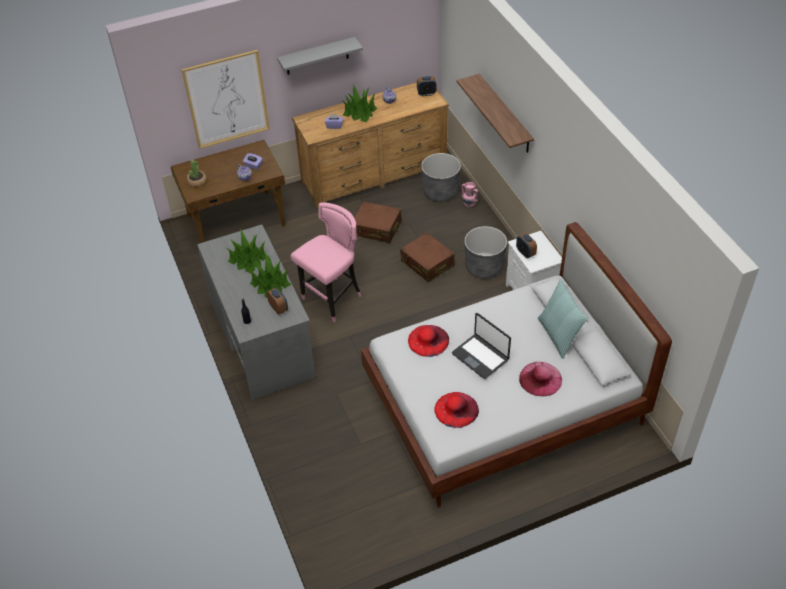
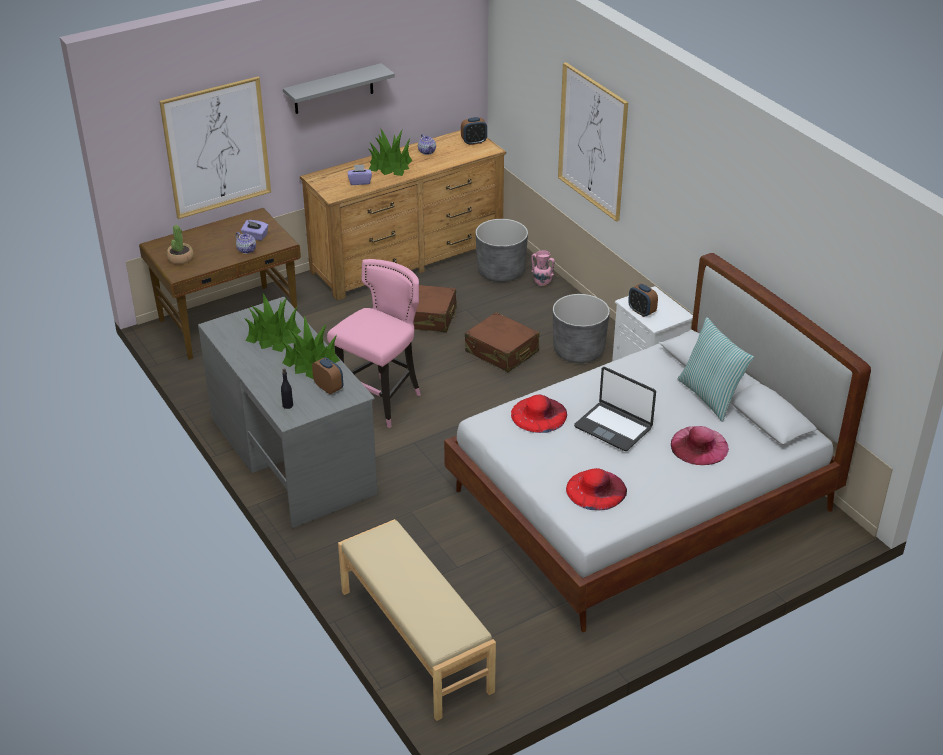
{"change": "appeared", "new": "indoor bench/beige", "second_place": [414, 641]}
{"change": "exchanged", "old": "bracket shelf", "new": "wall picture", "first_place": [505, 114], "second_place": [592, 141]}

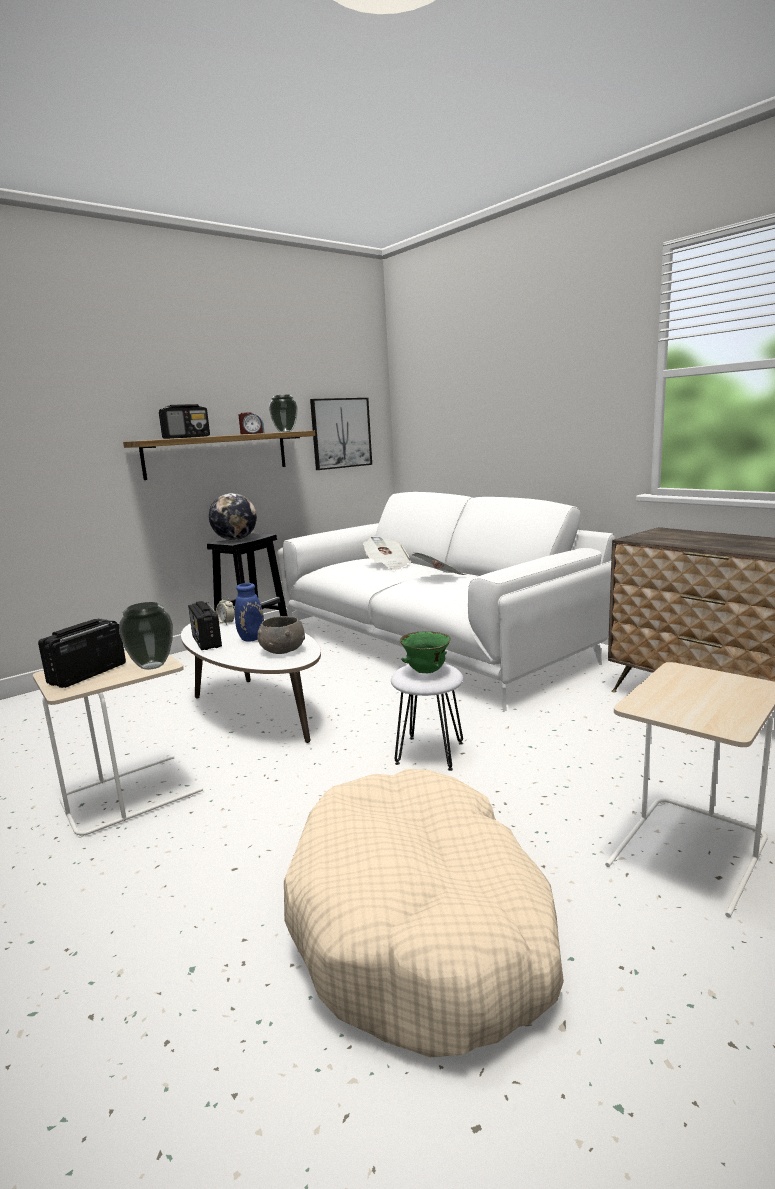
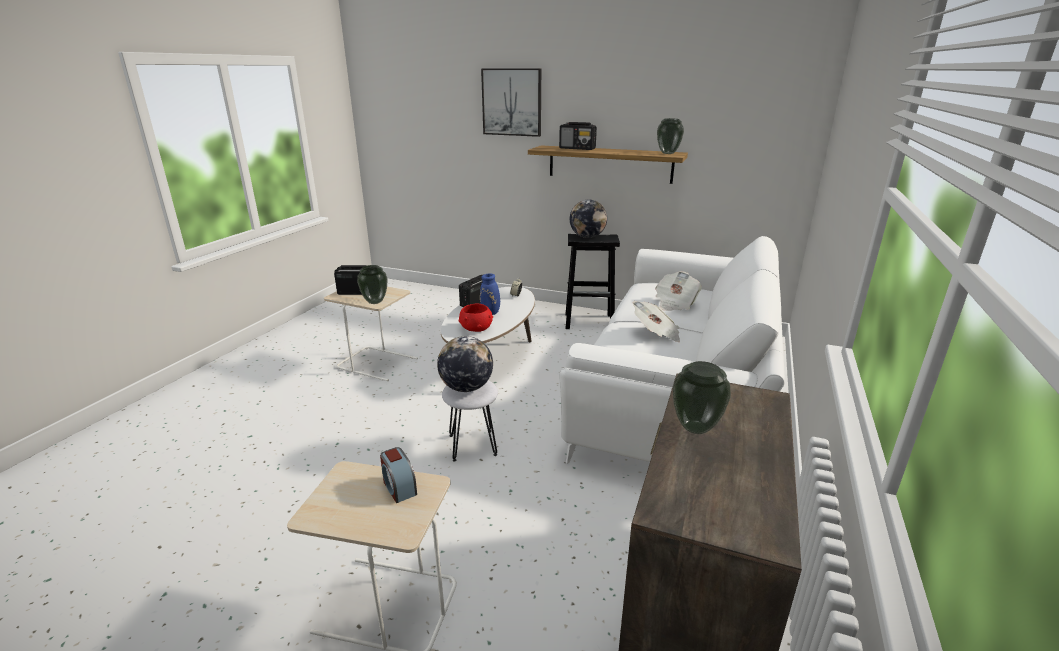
{"change": "relocated", "old": "table clock", "first_place": [252, 433], "second_place": [399, 487]}
{"change": "exchanged", "old": "bowl/green", "new": "globe", "first_place": [426, 672], "second_place": [466, 388]}
{"change": "colour", "old": "bowl/gray", "new": "bowl/red-coloured", "first_place": [282, 650], "second_place": [476, 328]}
{"change": "relocated", "old": "wall picture", "first_place": [341, 433], "second_place": [512, 102]}
{"change": "appeared", "new": "flower vase", "second_place": [696, 428]}
{"change": "missing", "old": "dog cushion/beige", "first_place": [422, 926]}

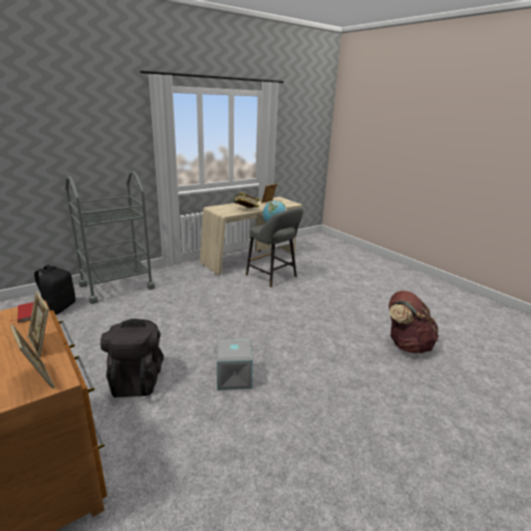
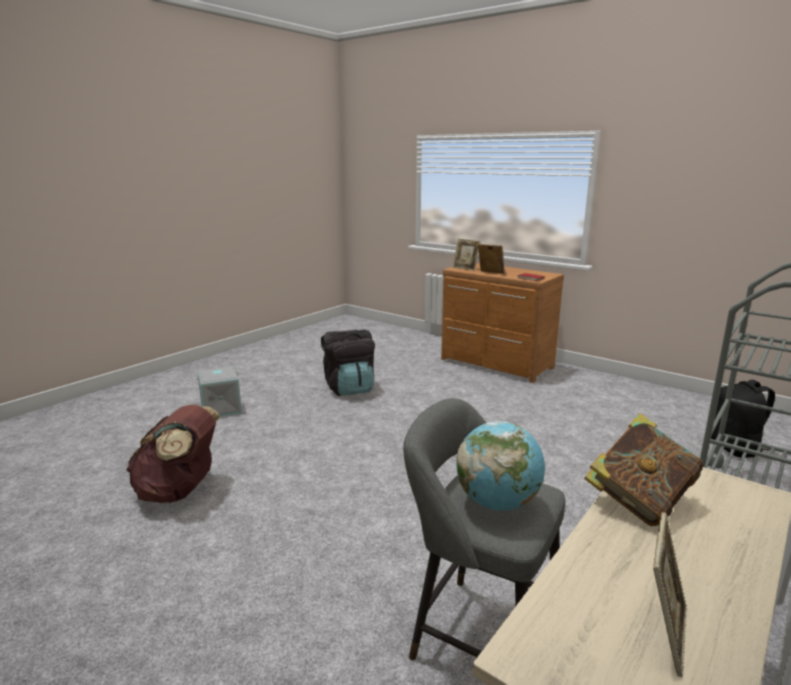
{"change": "relocated", "old": "storage box/gray", "first_place": [233, 378], "second_place": [221, 408]}
{"change": "relocated", "old": "rucksack/black-coloured", "first_place": [137, 380], "second_place": [349, 388]}

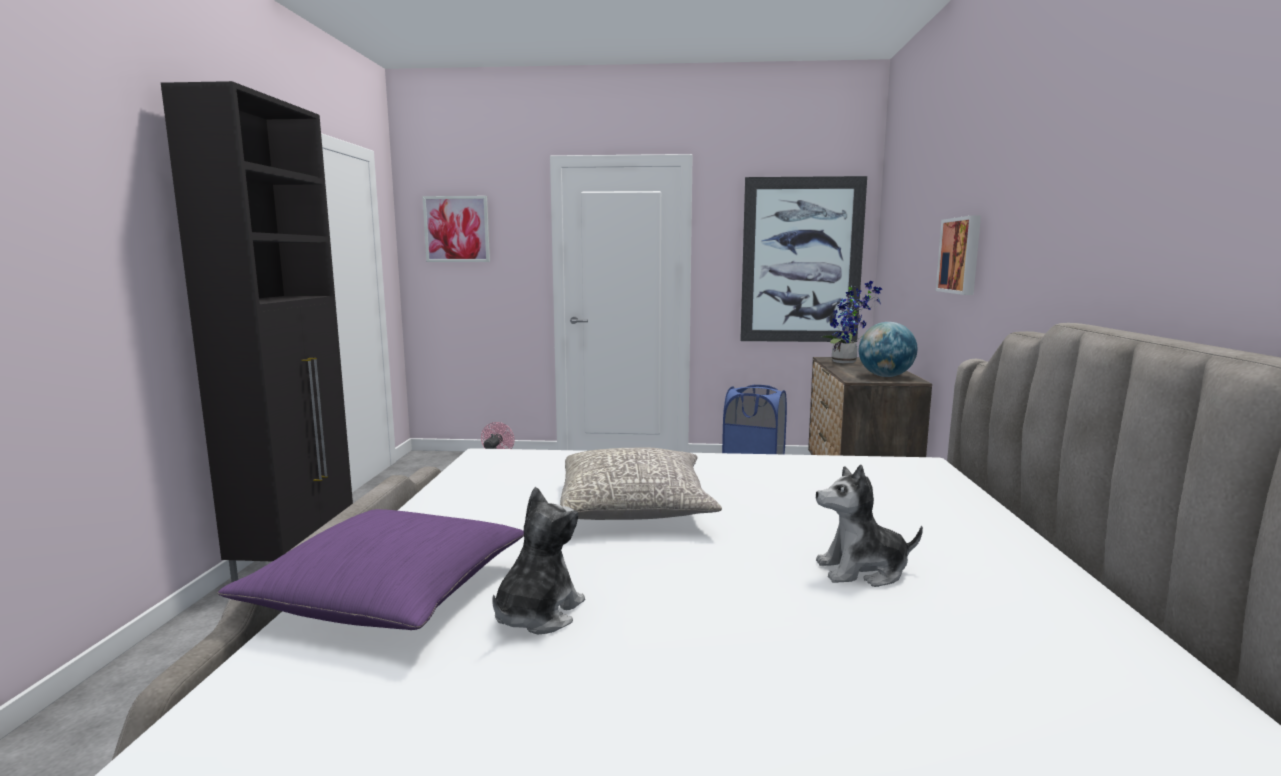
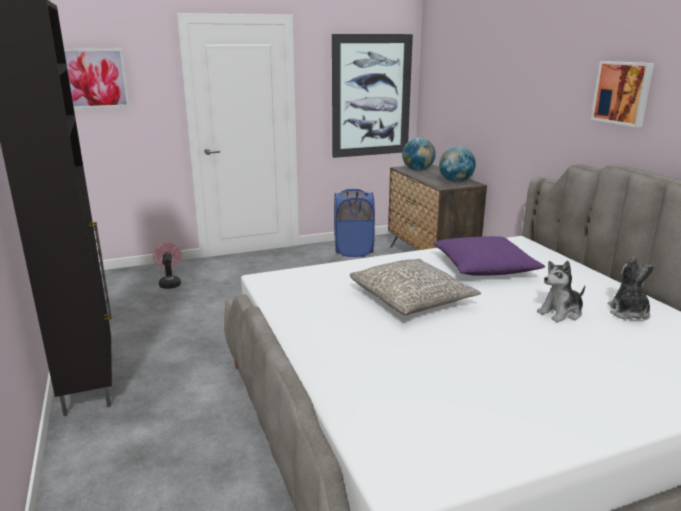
{"change": "exchanged", "old": "potted plant", "new": "globe", "first_place": [847, 362], "second_place": [418, 170]}
{"change": "relocated", "old": "throw pillow/purplish", "first_place": [391, 593], "second_place": [484, 268]}
{"change": "relocated", "old": "wall picture", "first_place": [961, 255], "second_place": [623, 93]}
{"change": "relocated", "old": "plush toy", "first_place": [537, 614], "second_place": [628, 313]}

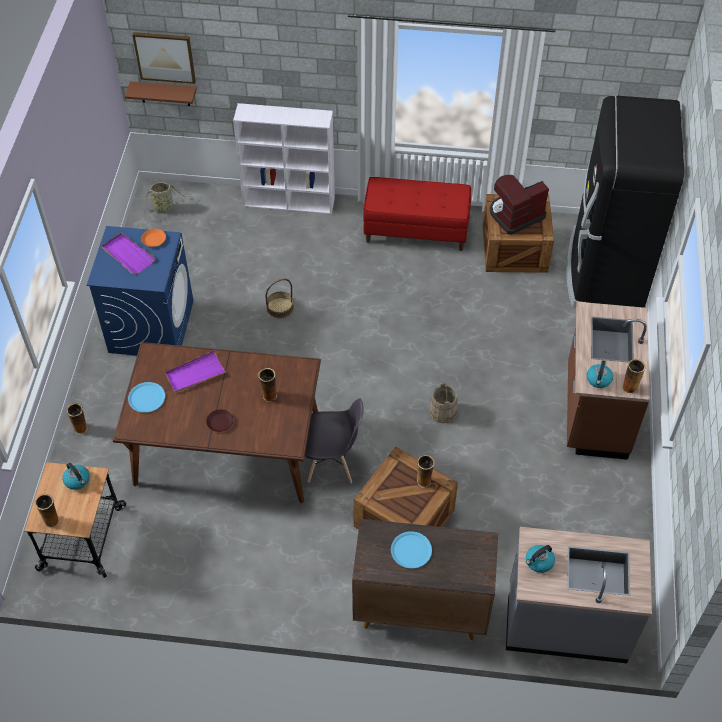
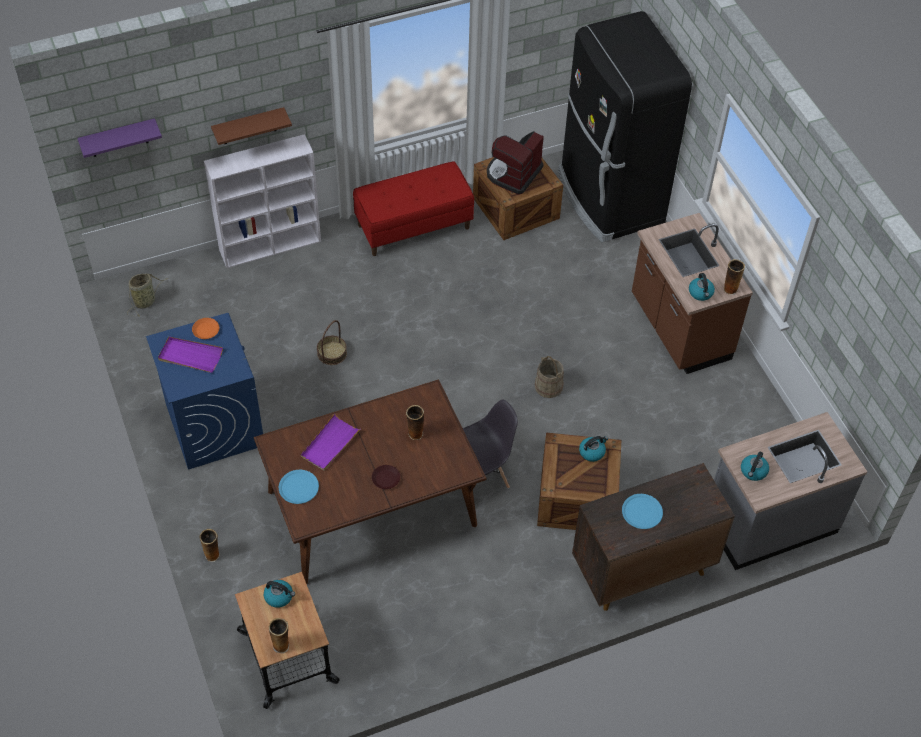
{"change": "exchanged", "old": "wall picture", "new": "bracket shelf/purplish", "first_place": [165, 57], "second_place": [118, 138]}
{"change": "relocated", "old": "bracket shelf/brownish", "first_place": [164, 93], "second_place": [249, 126]}
{"change": "exchanged", "old": "flower vase", "new": "water kettle", "first_place": [424, 481], "second_place": [592, 452]}

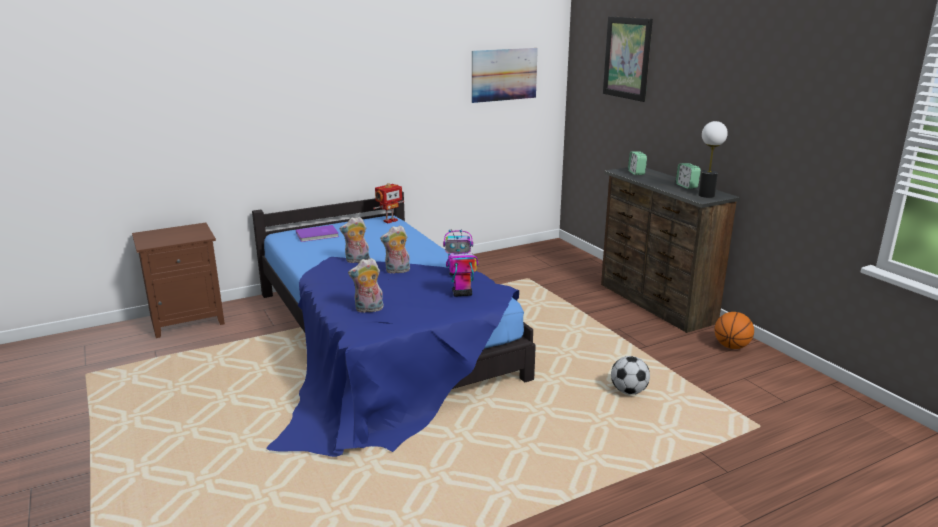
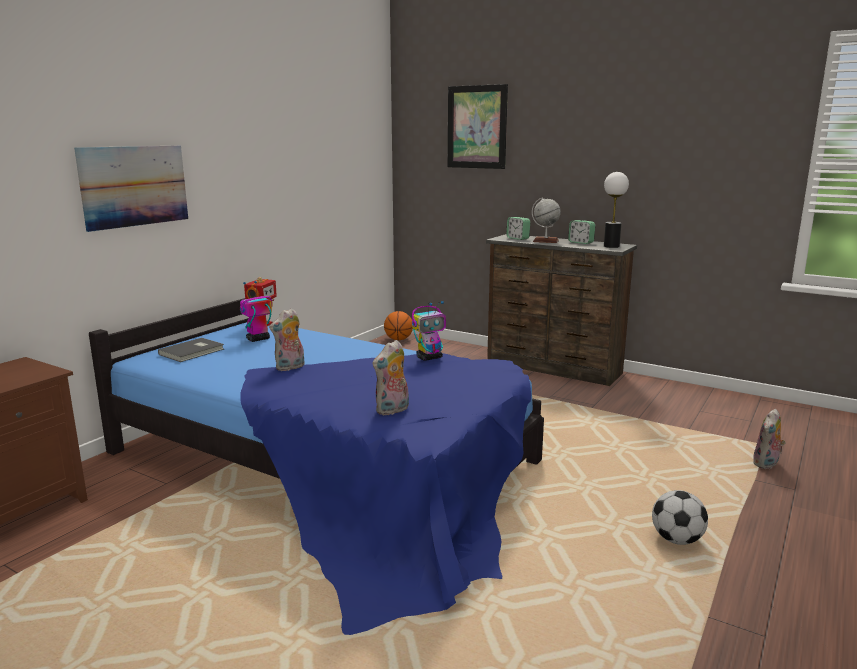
{"change": "relocated", "old": "wall picture", "first_place": [504, 74], "second_place": [135, 186]}
{"change": "colour", "old": "bound book/purplish", "new": "bound book/gray", "first_place": [318, 235], "second_place": [193, 352]}
{"change": "relocated", "old": "robot figure", "first_place": [461, 294], "second_place": [257, 339]}
{"change": "relocated", "old": "basketball ball", "first_place": [731, 346], "second_place": [398, 339]}
{"change": "appeared", "new": "globe", "second_place": [545, 241]}
{"change": "relocated", "old": "football ball", "first_place": [628, 391], "second_place": [677, 540]}
{"change": "relocated", "old": "plush toy", "first_place": [397, 271], "second_place": [766, 464]}

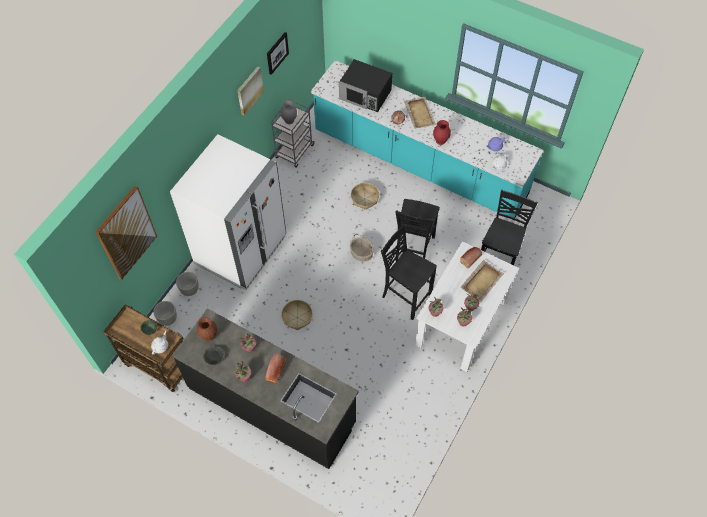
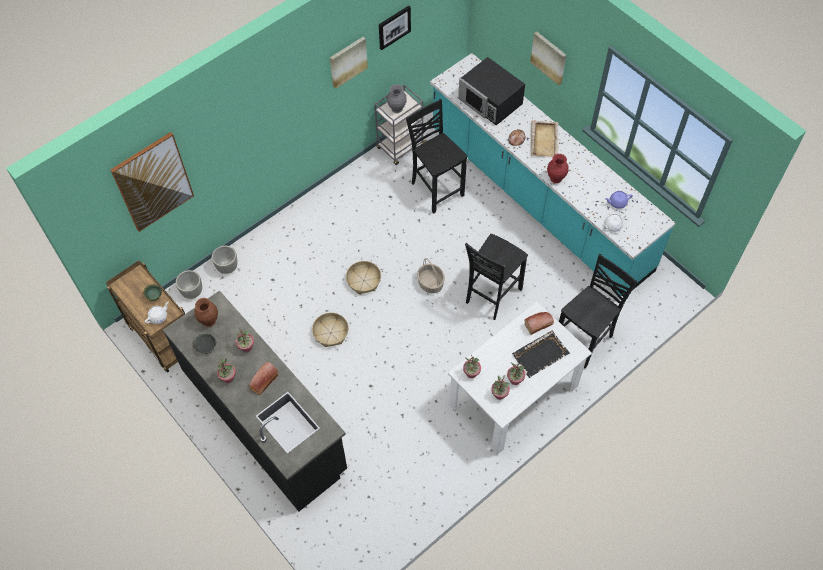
{"change": "relocated", "old": "basket", "first_place": [364, 198], "second_place": [364, 280]}
{"change": "relocated", "old": "plain chair/black-coloured", "first_place": [405, 296], "second_place": [436, 189]}
{"change": "colour", "old": "tray/beige", "new": "tray/black-coloured", "first_place": [482, 281], "second_place": [541, 354]}
{"change": "appeared", "new": "wall picture", "second_place": [549, 57]}
{"change": "missing", "old": "refrigerator/whitish", "first_place": [241, 250]}

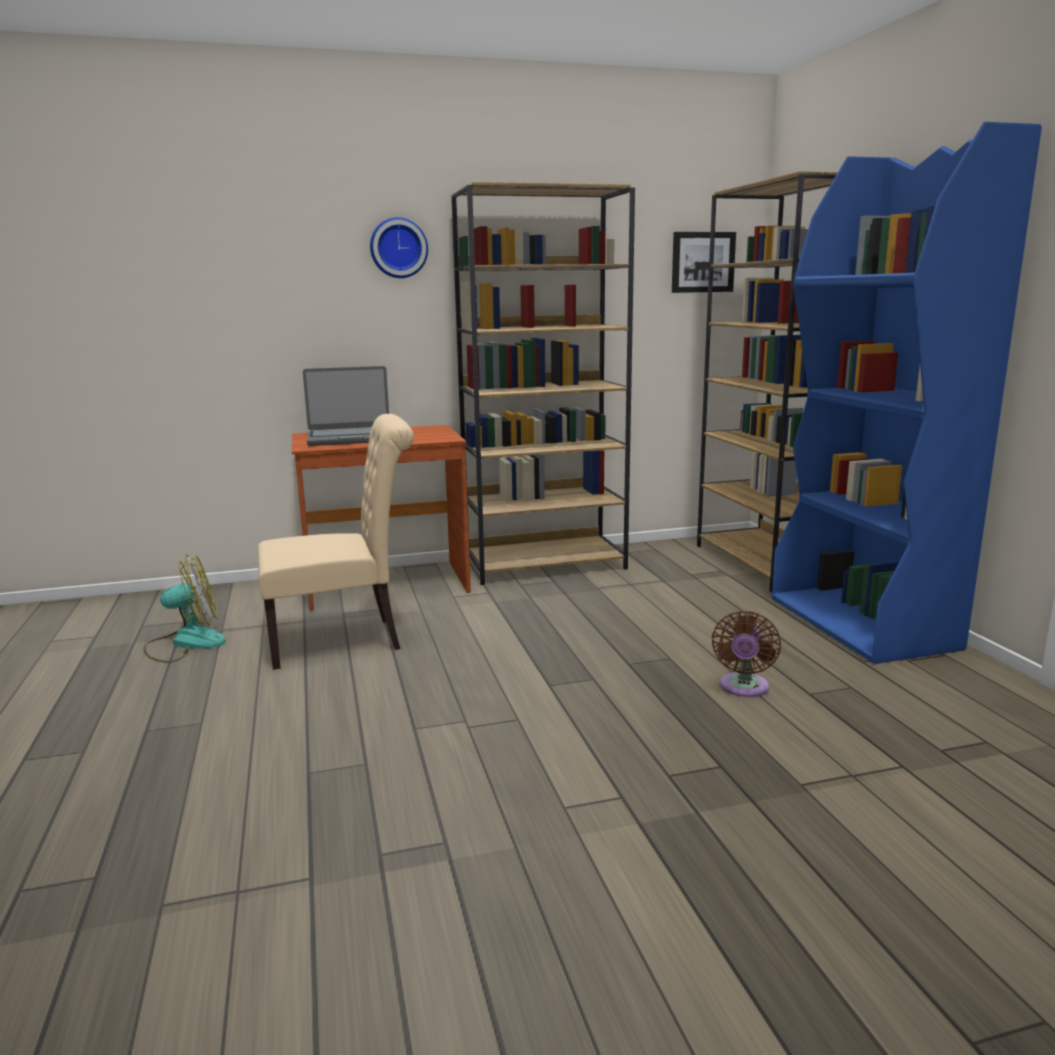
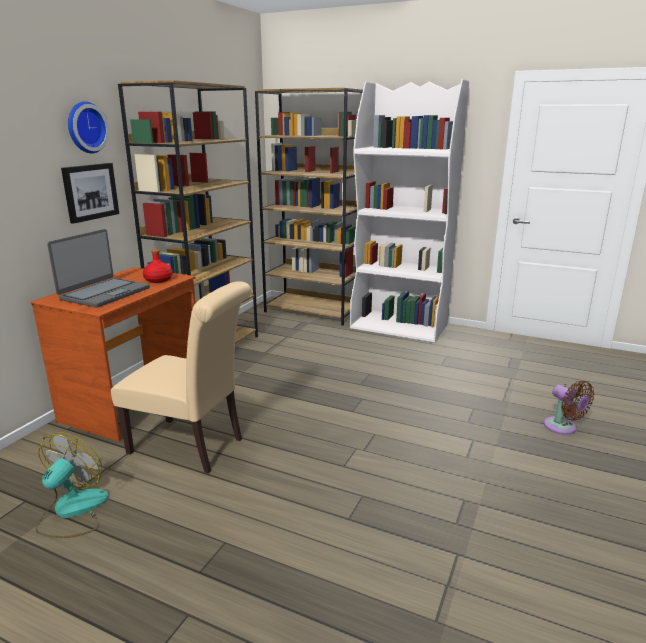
{"change": "relocated", "old": "wall picture", "first_place": [702, 262], "second_place": [90, 192]}
{"change": "spun", "old": "plain chair/beige", "first_place": [344, 640], "second_place": [192, 446], "degrees": 90}
{"change": "appeared", "new": "bottle/red-coloured", "second_place": [159, 280]}
{"change": "colour", "old": "shelving unit/bluish", "new": "shelving unit/whitish", "first_place": [863, 623], "second_place": [400, 327]}
{"change": "relocated", "old": "cooling fan/brownish", "first_place": [743, 688], "second_place": [563, 428]}

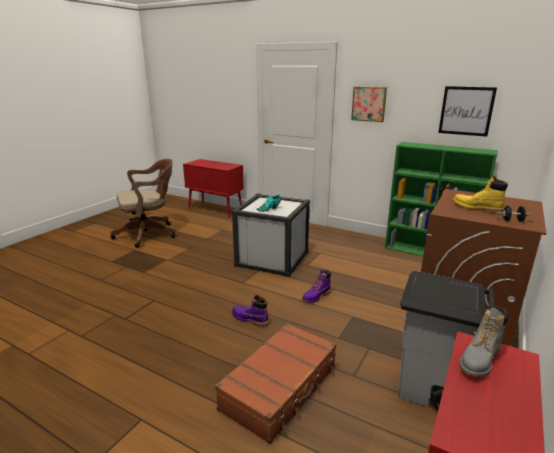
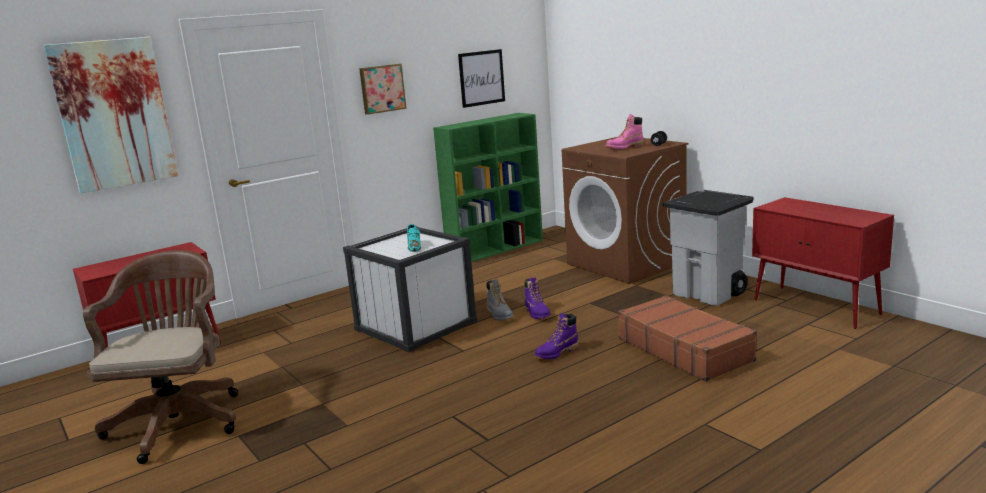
{"change": "appeared", "new": "wall picture", "second_place": [114, 114]}
{"change": "relocated", "old": "boot/gray", "first_place": [479, 360], "second_place": [500, 315]}
{"change": "colour", "old": "boot/yellow", "new": "boot/pinkish", "first_place": [476, 208], "second_place": [624, 148]}

